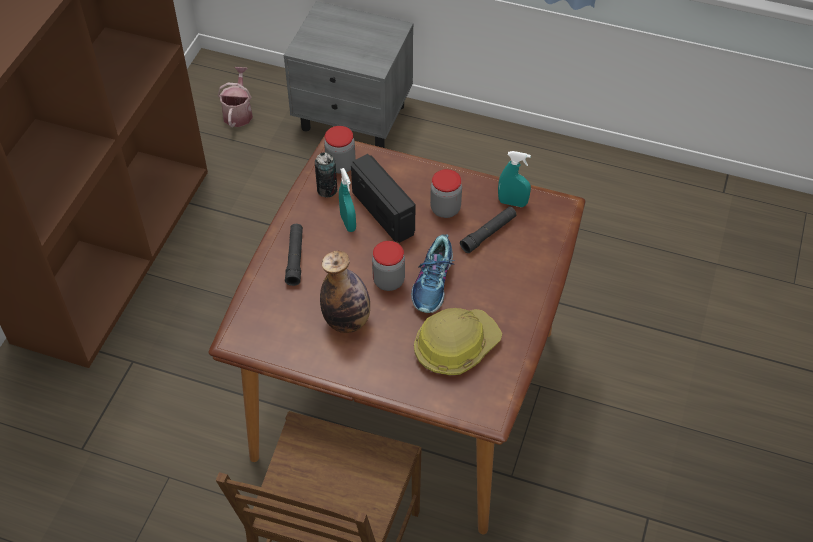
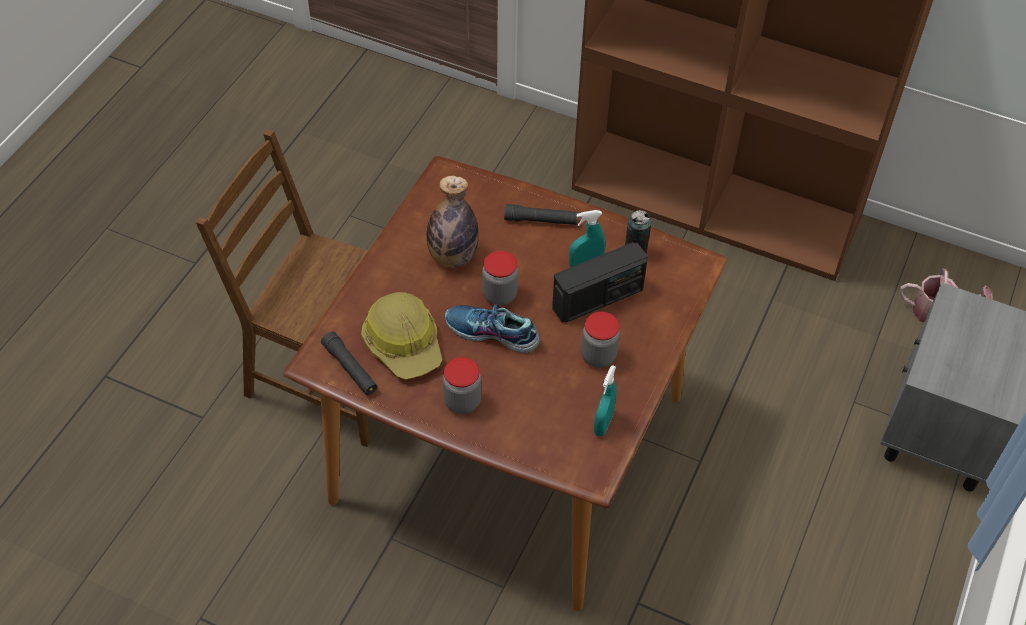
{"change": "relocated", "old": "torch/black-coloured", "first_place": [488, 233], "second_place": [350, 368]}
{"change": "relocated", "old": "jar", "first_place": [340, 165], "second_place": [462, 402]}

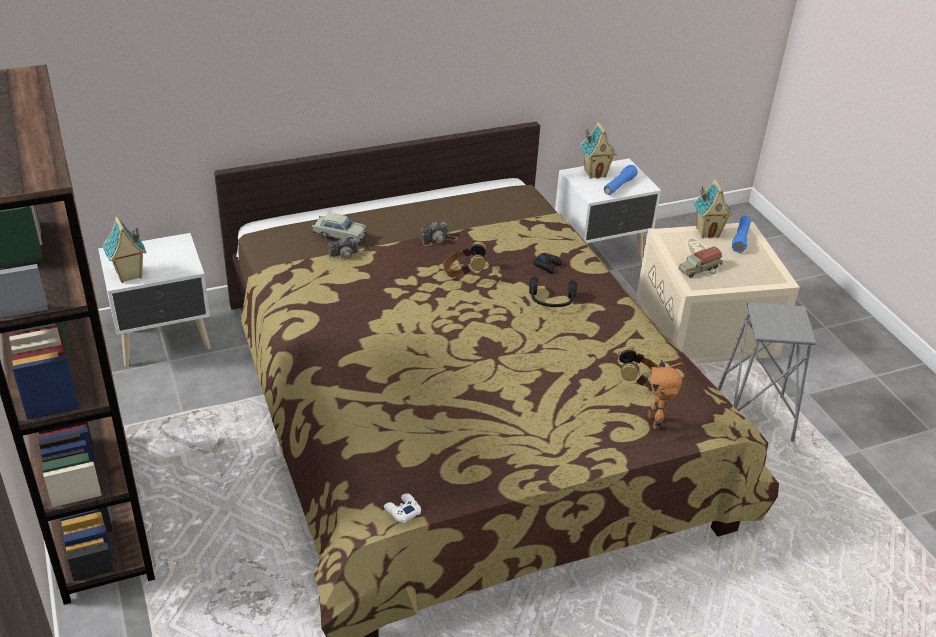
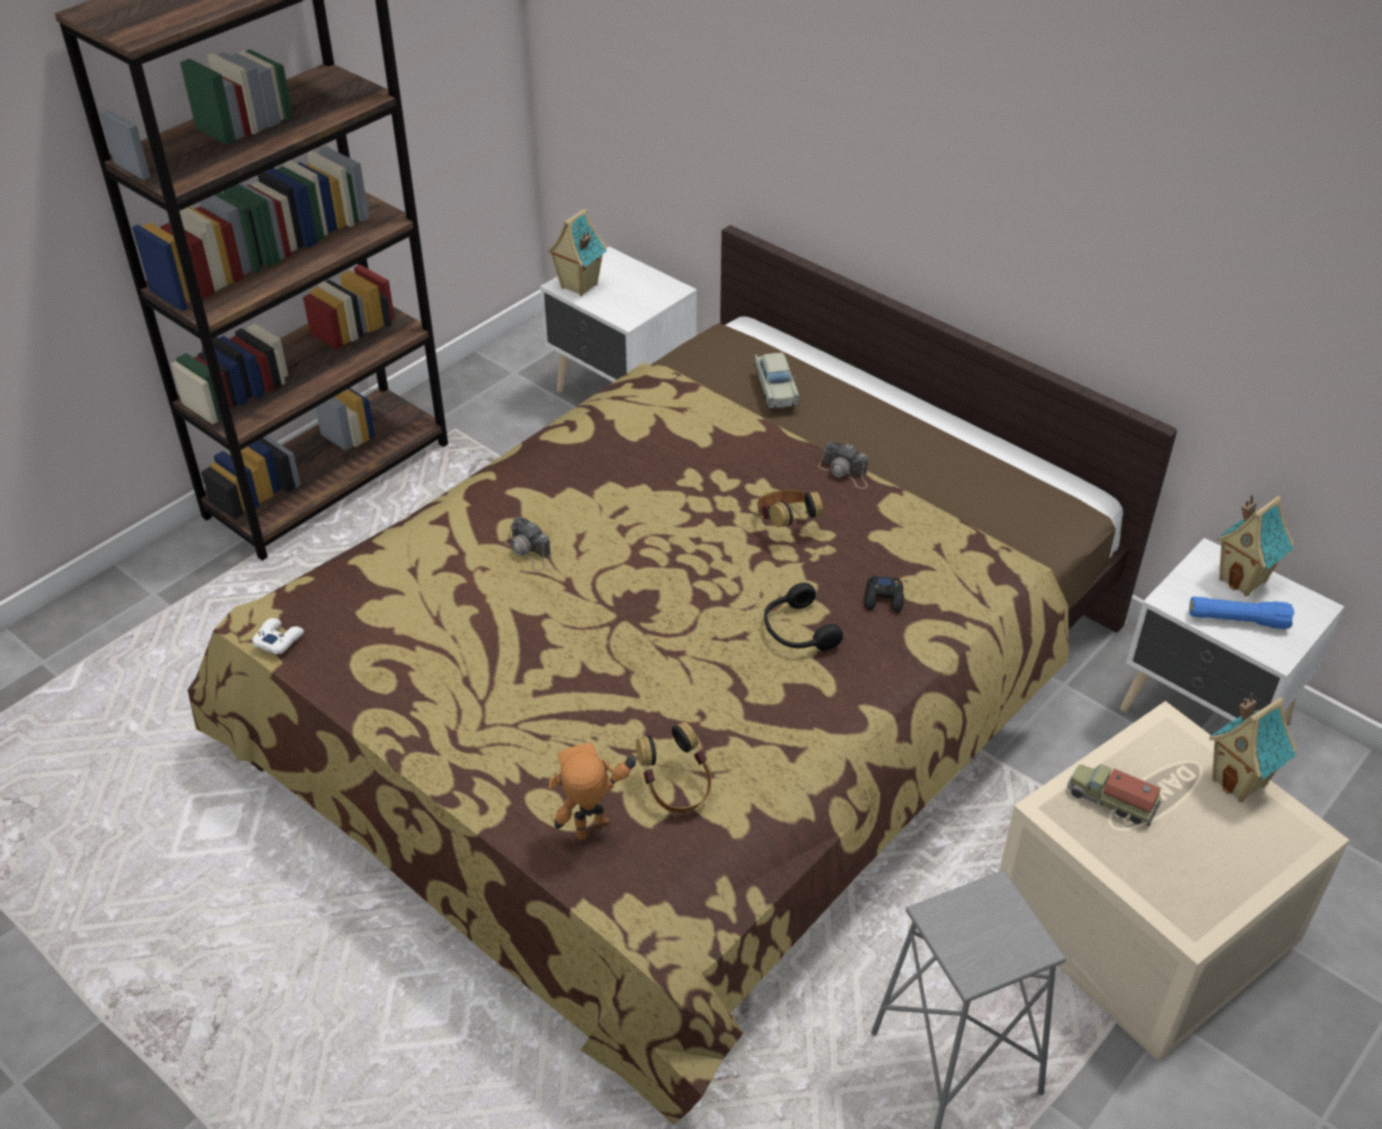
{"change": "relocated", "old": "still camera", "first_place": [347, 255], "second_place": [528, 551]}
{"change": "missing", "old": "torch/bluish", "first_place": [740, 239]}

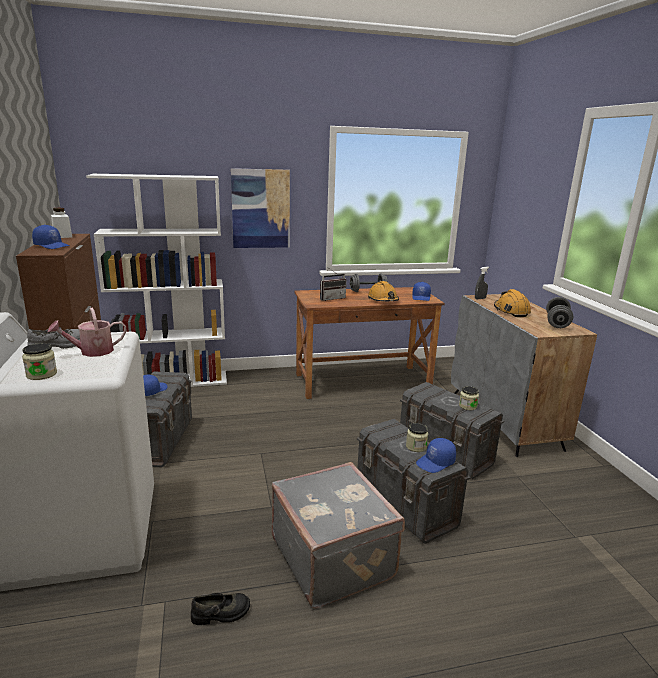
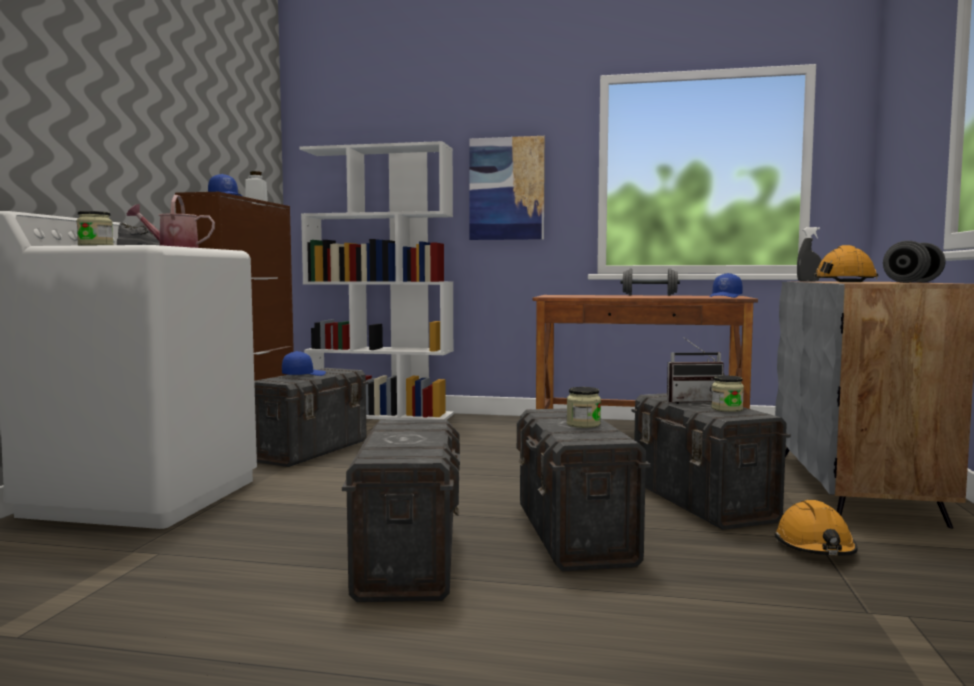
{"change": "exchanged", "old": "suitcase/gray", "new": "storage box/gray", "first_place": [334, 557], "second_place": [408, 559]}
{"change": "relocated", "old": "radio receiver", "first_place": [331, 298], "second_place": [692, 401]}
{"change": "relocated", "old": "safety helmet/orange", "first_place": [383, 300], "second_place": [815, 547]}
{"change": "missing", "old": "low shoe/black-coloured", "first_place": [221, 613]}
{"change": "missing", "old": "baseball cap/bluish", "first_place": [436, 463]}

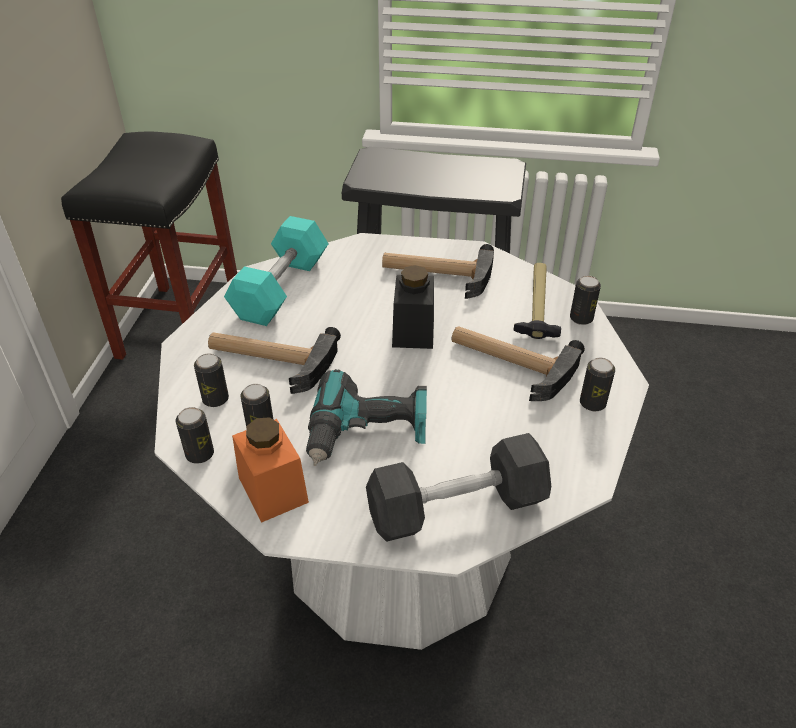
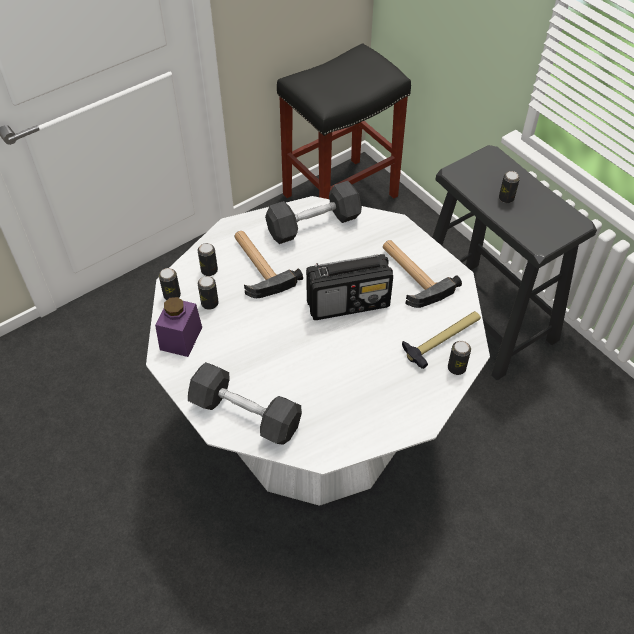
{"change": "colour", "old": "jar/orange", "new": "jar/purplish", "first_place": [273, 490], "second_place": [181, 338]}
{"change": "colour", "old": "dumbbell/blue-green", "new": "dumbbell/gray", "first_place": [281, 288], "second_place": [313, 224]}
{"change": "exchanged", "old": "jar/black-coloured", "new": "radio receiver", "first_place": [413, 331], "second_place": [349, 303]}
{"change": "relocated", "old": "sealed can", "first_place": [592, 403], "second_place": [506, 198]}
{"change": "missing", "old": "power drill", "first_place": [368, 434]}
{"change": "missing", "old": "tool hammer", "first_place": [509, 362]}

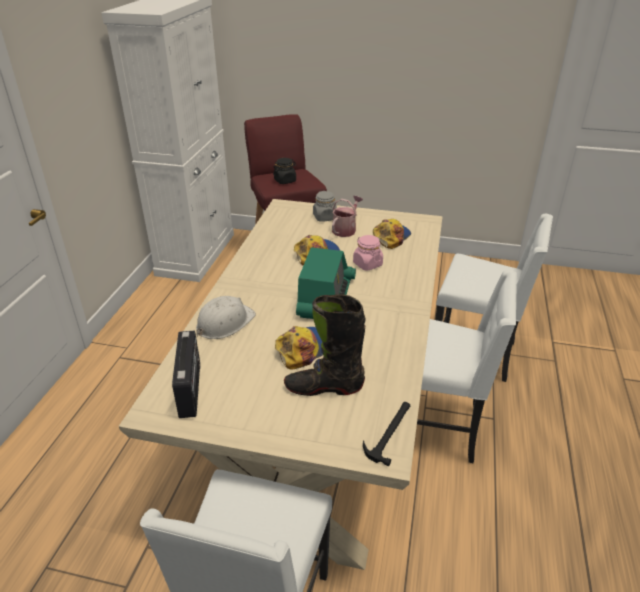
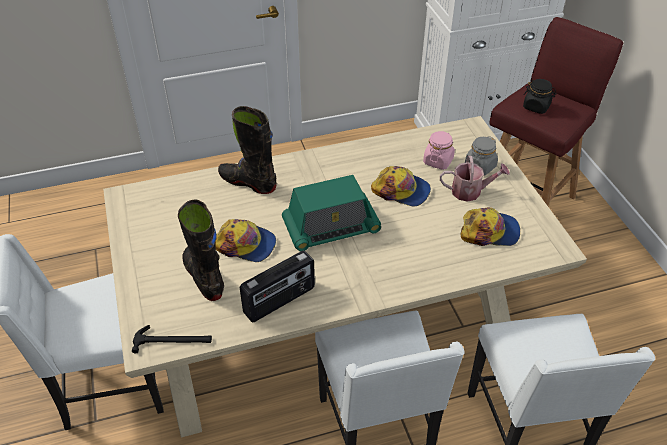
{"change": "exchanged", "old": "safety helmet/whitish", "new": "boot/black-coloured", "first_place": [224, 323], "second_place": [248, 182]}
{"change": "relocated", "old": "radio receiver", "first_place": [191, 390], "second_place": [280, 301]}
{"change": "relocated", "old": "jar/pinkish", "first_place": [367, 264], "second_place": [438, 161]}

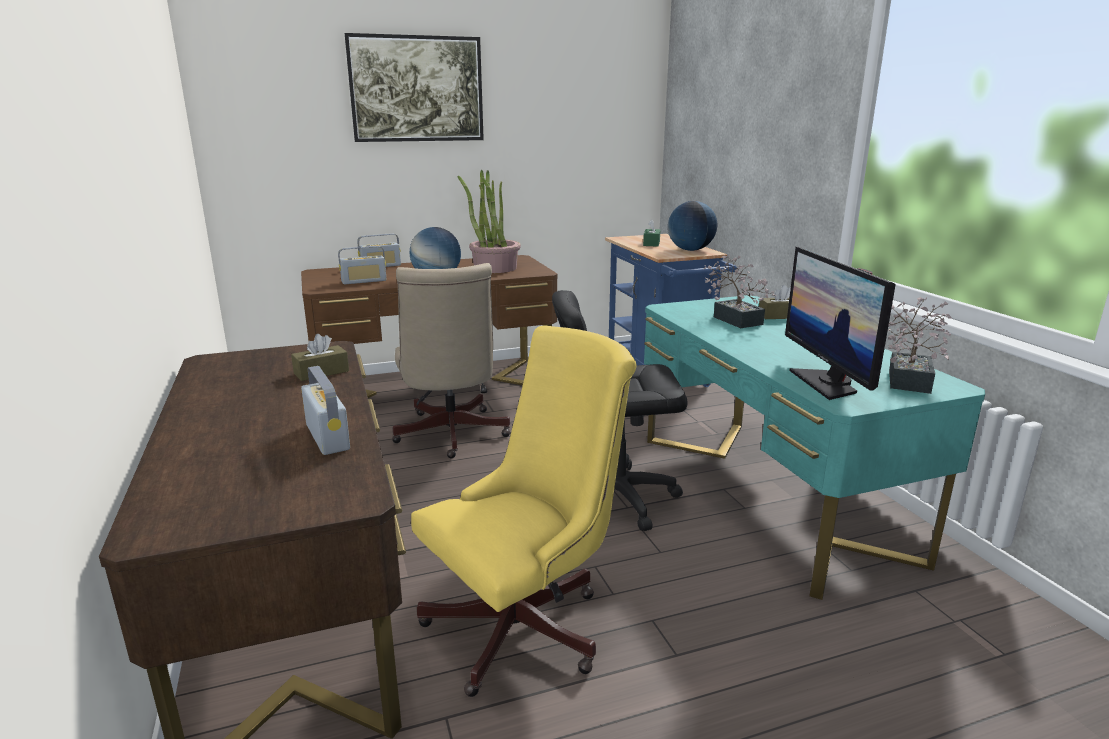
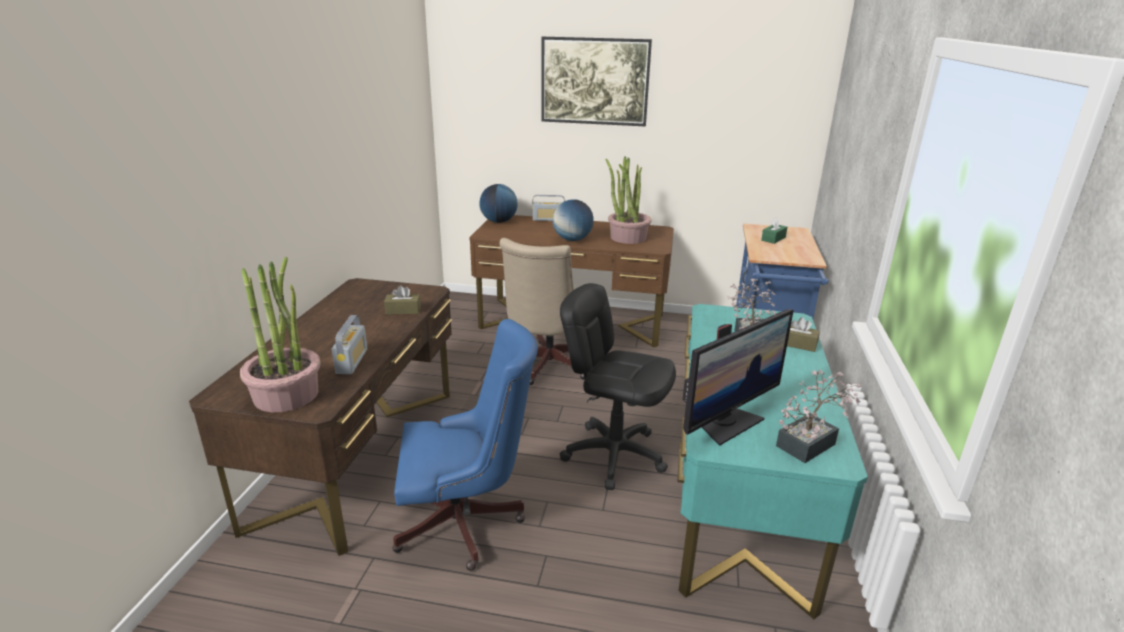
{"change": "appeared", "new": "potted plant", "second_place": [286, 394]}
{"change": "colour", "old": "computer chair/yellow", "new": "computer chair/bluish", "first_place": [527, 625], "second_place": [467, 523]}
{"change": "relocated", "old": "globe", "first_place": [690, 250], "second_place": [499, 221]}
{"change": "spun", "old": "computer display", "first_place": [827, 383], "second_place": [727, 423], "degrees": -150}
{"change": "missing", "old": "radio receiver", "first_place": [364, 281]}

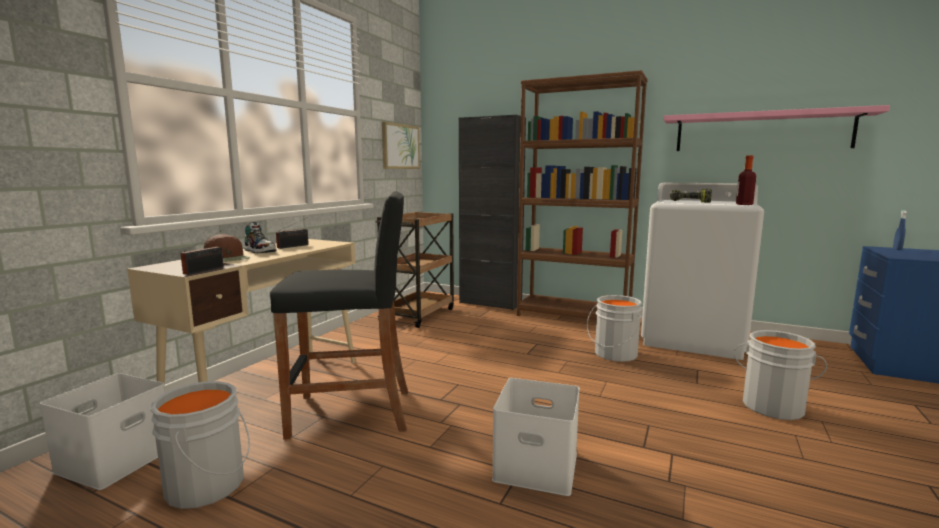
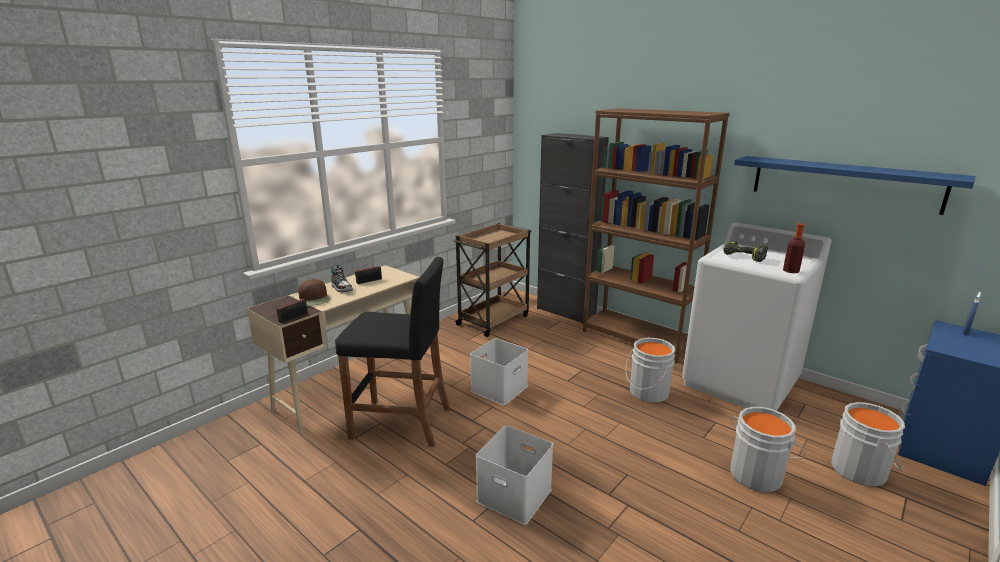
{"change": "relocated", "old": "storage box/whitish", "first_place": [115, 459], "second_place": [499, 388]}
{"change": "colour", "old": "bracket shelf/pinkish", "new": "bracket shelf/bluish", "first_place": [761, 132], "second_place": [843, 183]}
{"change": "relocated", "old": "pail/gray", "first_place": [209, 485], "second_place": [861, 470]}
{"change": "missing", "old": "wall picture", "first_place": [400, 146]}

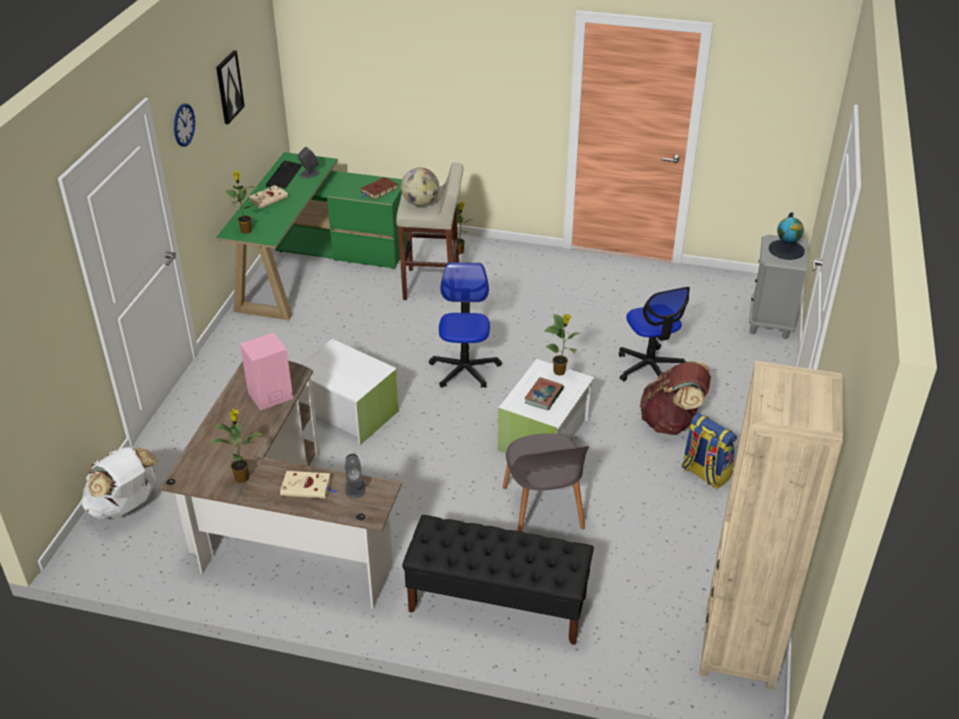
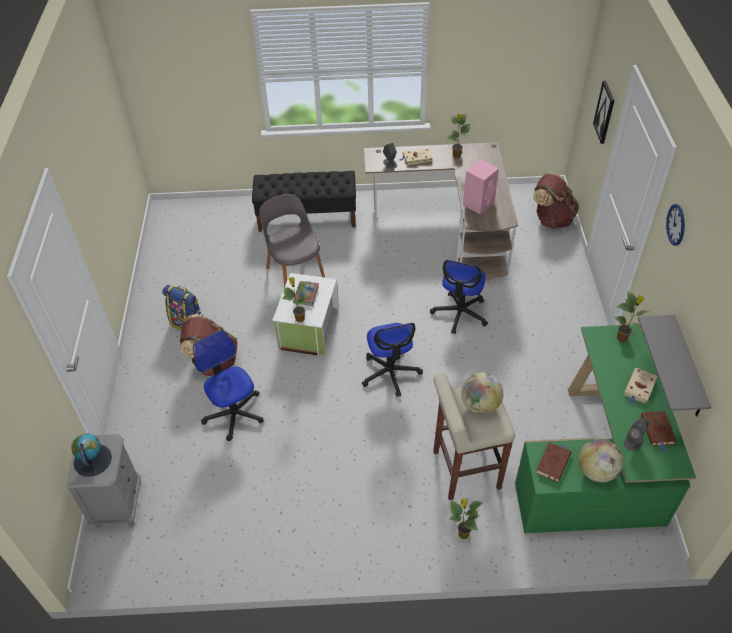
{"change": "exchanged", "old": "storage box/whitish", "new": "computer chair", "first_place": [348, 411], "second_place": [460, 313]}
{"change": "colour", "old": "rucksack/whitish", "new": "rucksack/brownish", "first_place": [125, 506], "second_place": [551, 219]}
{"change": "appeared", "new": "globe", "second_place": [596, 471]}
{"change": "relocated", "old": "wall picture", "first_place": [229, 87], "second_place": [604, 112]}
{"change": "appeared", "new": "bracket shelf/gray", "second_place": [687, 369]}
{"change": "exchanged", "old": "keyboard", "new": "bound book/brownish", "first_place": [284, 175], "second_place": [658, 431]}
{"change": "missing", "old": "shelving unit/beige", "first_place": [740, 647]}

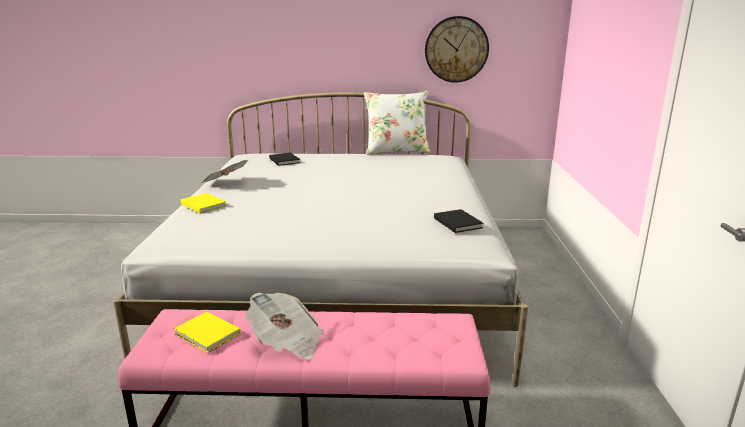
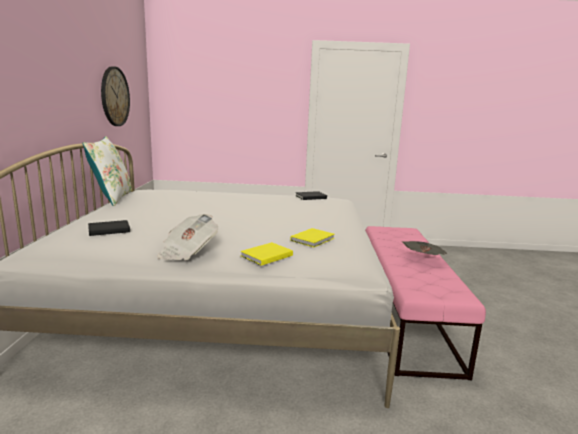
{"change": "relocated", "old": "bound book/yellow", "first_place": [207, 335], "second_place": [314, 239]}

